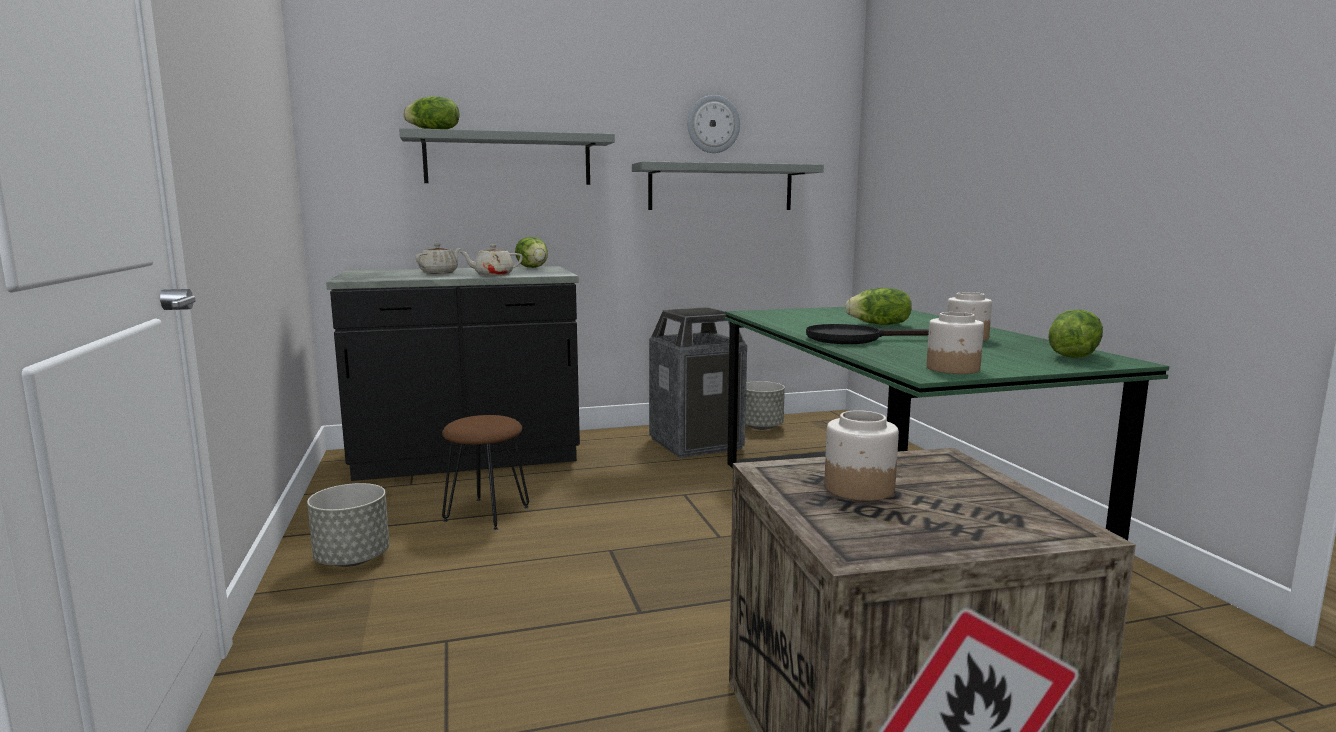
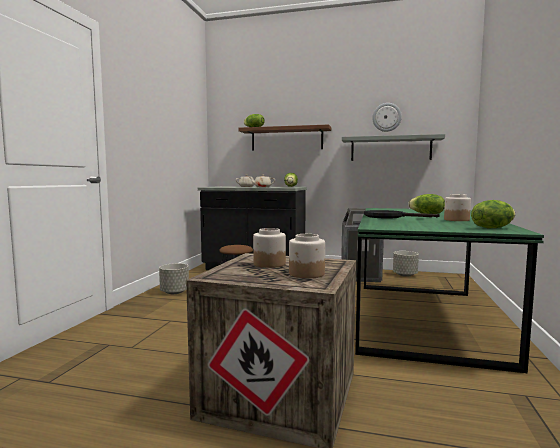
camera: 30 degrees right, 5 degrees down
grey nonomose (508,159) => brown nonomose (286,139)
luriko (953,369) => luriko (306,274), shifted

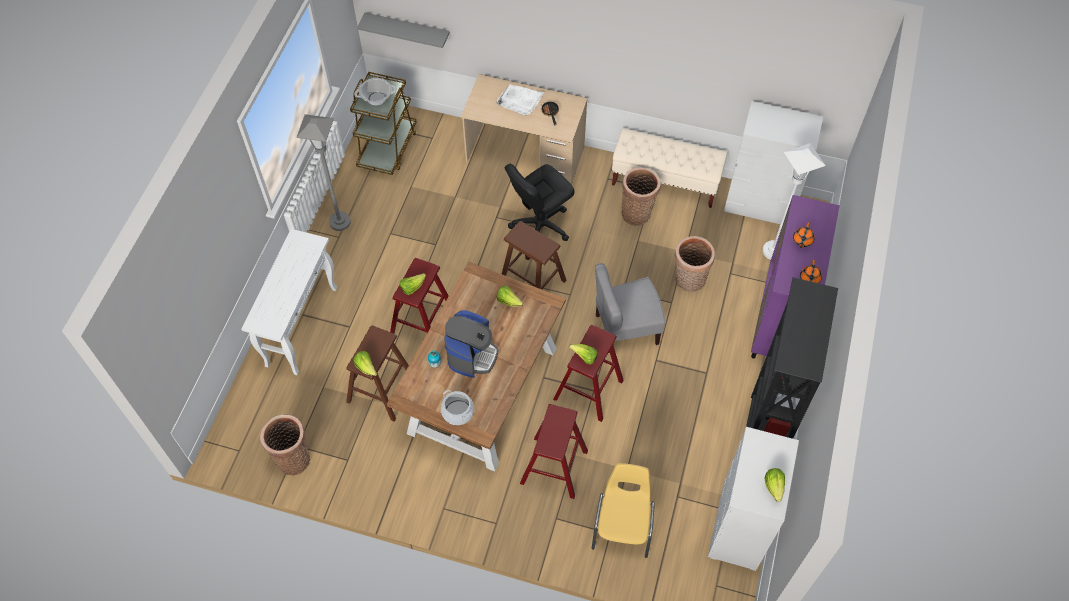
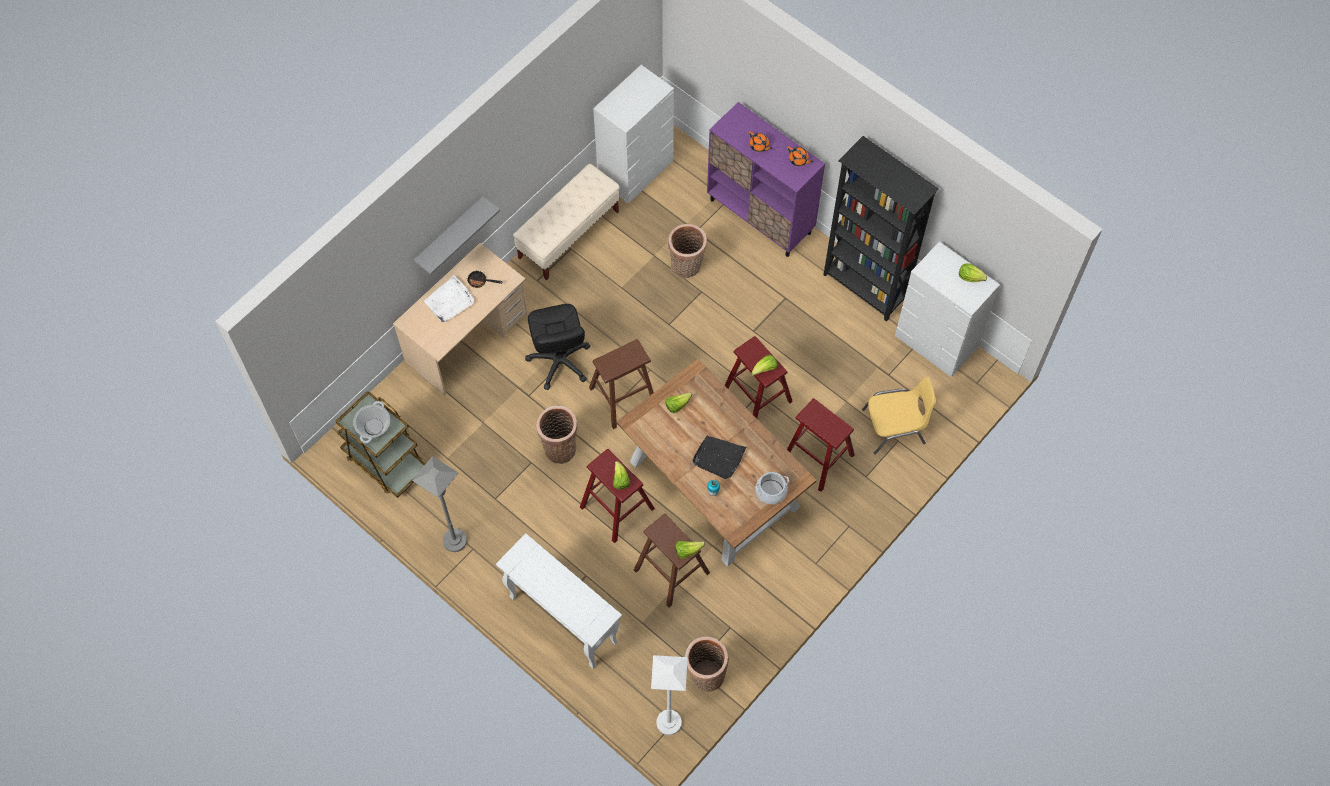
camera: 65 degrees left, 5 degrees up
grey nonomose (408,30) => grey nonomose (450,234), shifted
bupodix (637,212) => bupodix (559,447), shifted
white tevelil (773,251) => white tevelil (669,722), shifted
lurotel (472,355) => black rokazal (718,458)
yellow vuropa (623,524) => yellow vuropa (895,427), 135 degrees clockwise
grey vuropa (626,328) => nothing

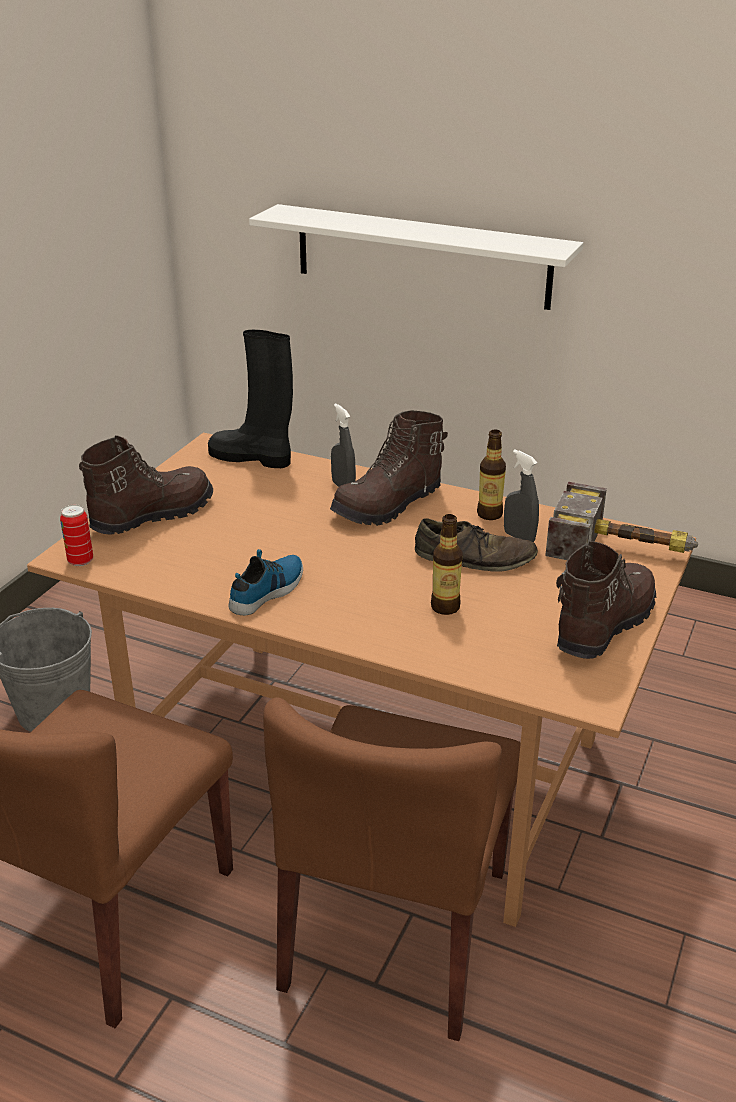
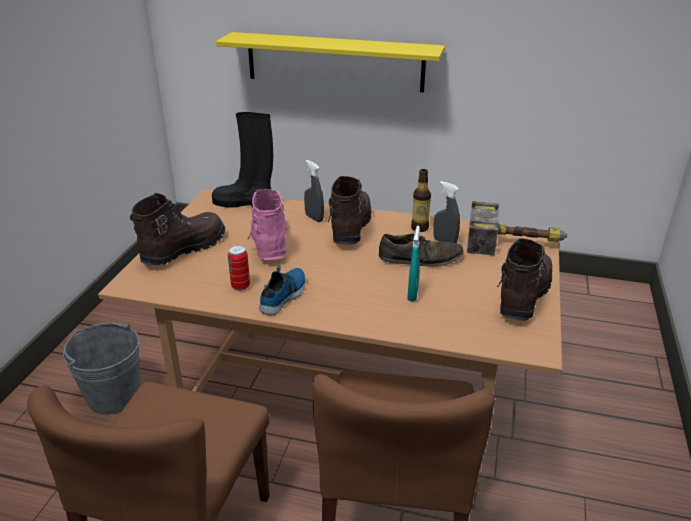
camera: 10 degrees left, 0 degrees up
white nonomose (421,256) => yellow nonomose (334,62)
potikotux (80,561) => potikotux (240,286), shifted
nothing => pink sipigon (269,242)
brown sipigon (389,505) => brown sipigon (350,228), 150 degrees clockwise
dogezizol (445,607) => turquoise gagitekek (412,294)

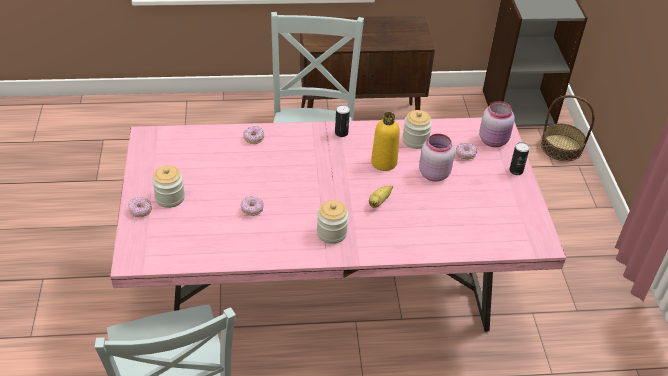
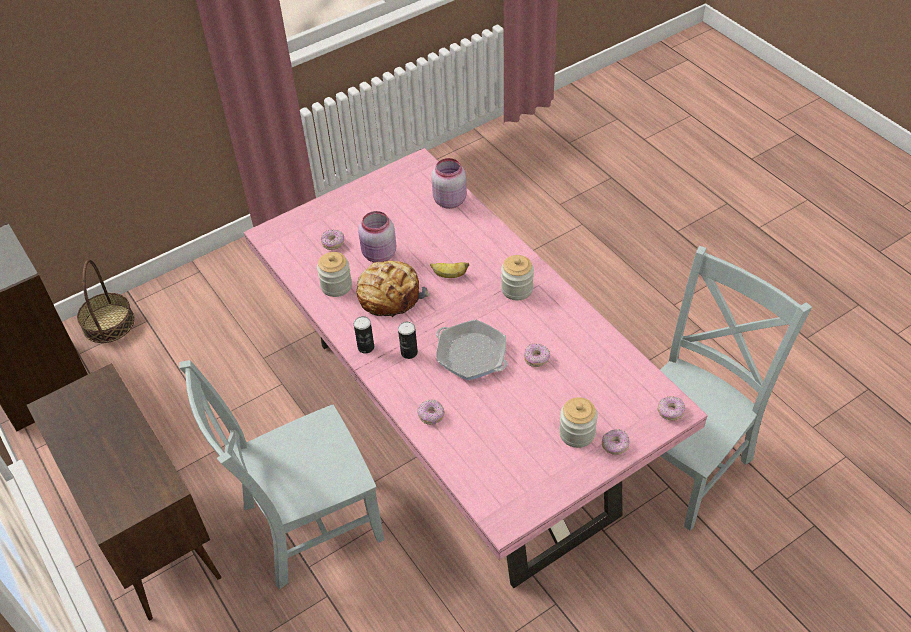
camera: 115 degrees left, 5 degrees up
yellow dogezizol (384,162) => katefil (389,295)
potikotux (516,170) => potikotux (409,352), shifted
pink luriko (494,140) => pink luriko (449,200), shifted
nothing => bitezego (471,355)
nothing => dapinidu (670,412)

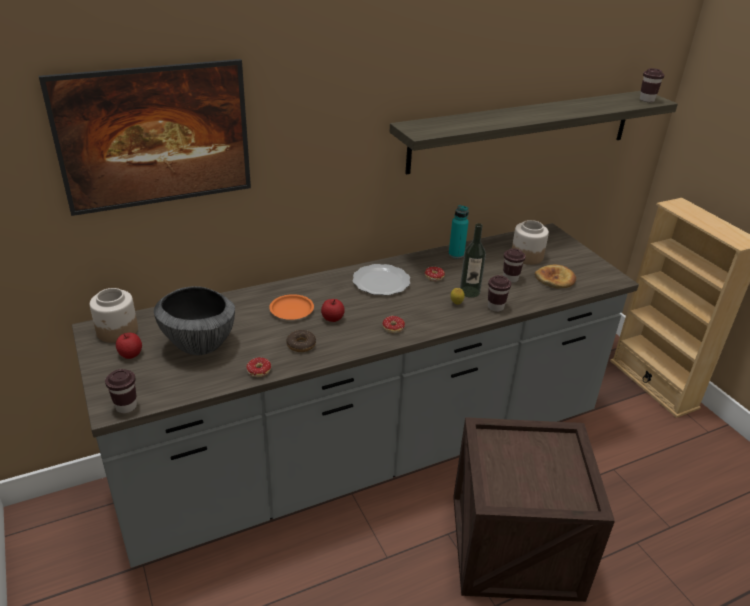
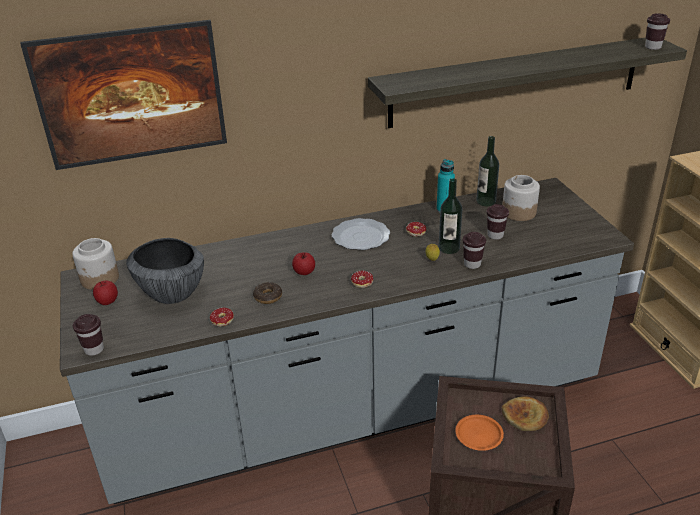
camera: 10 degrees right, 0 degrees up
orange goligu (291,310) => orange goligu (478,435), shifted
nothing => dogezizol (486,201)
katefil (555,279) => katefil (525,416), shifted

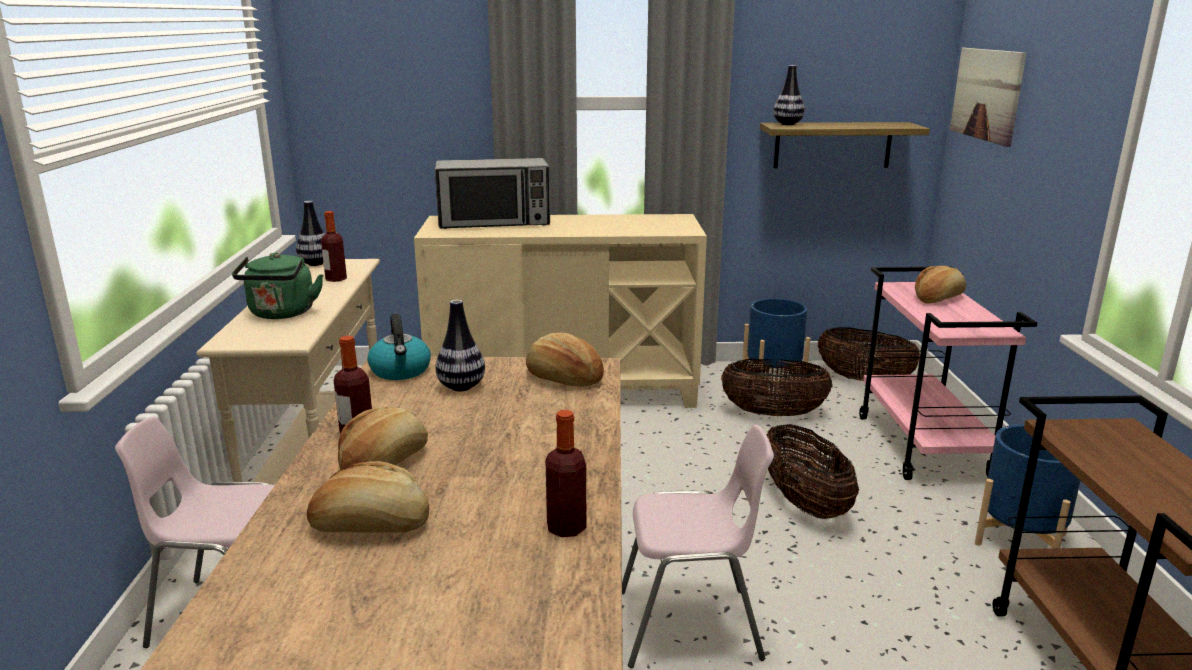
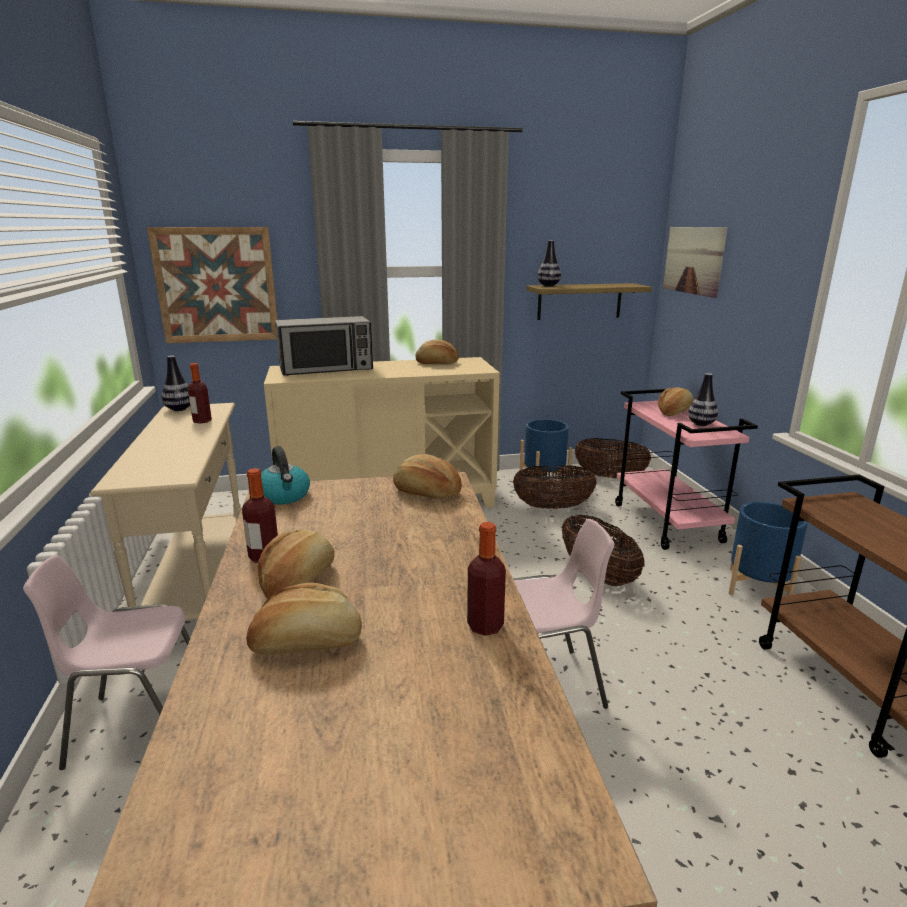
camera: 10 degrees left, 0 degrees up
nothing => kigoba (216,285)
nothing => katefil (437,363)
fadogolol (461,387) => fadogolol (701,424), shifted
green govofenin (281,314) => nothing

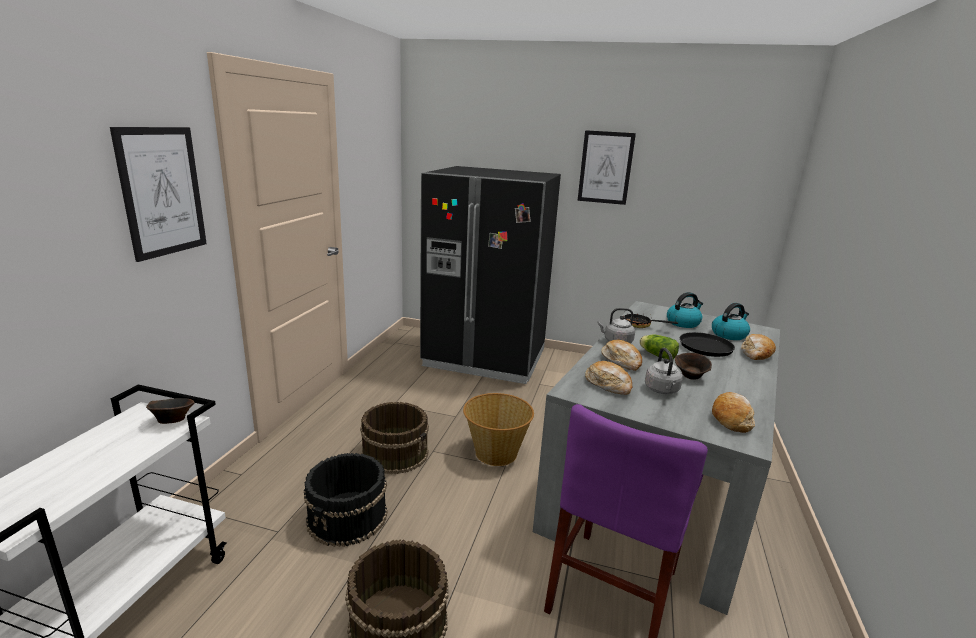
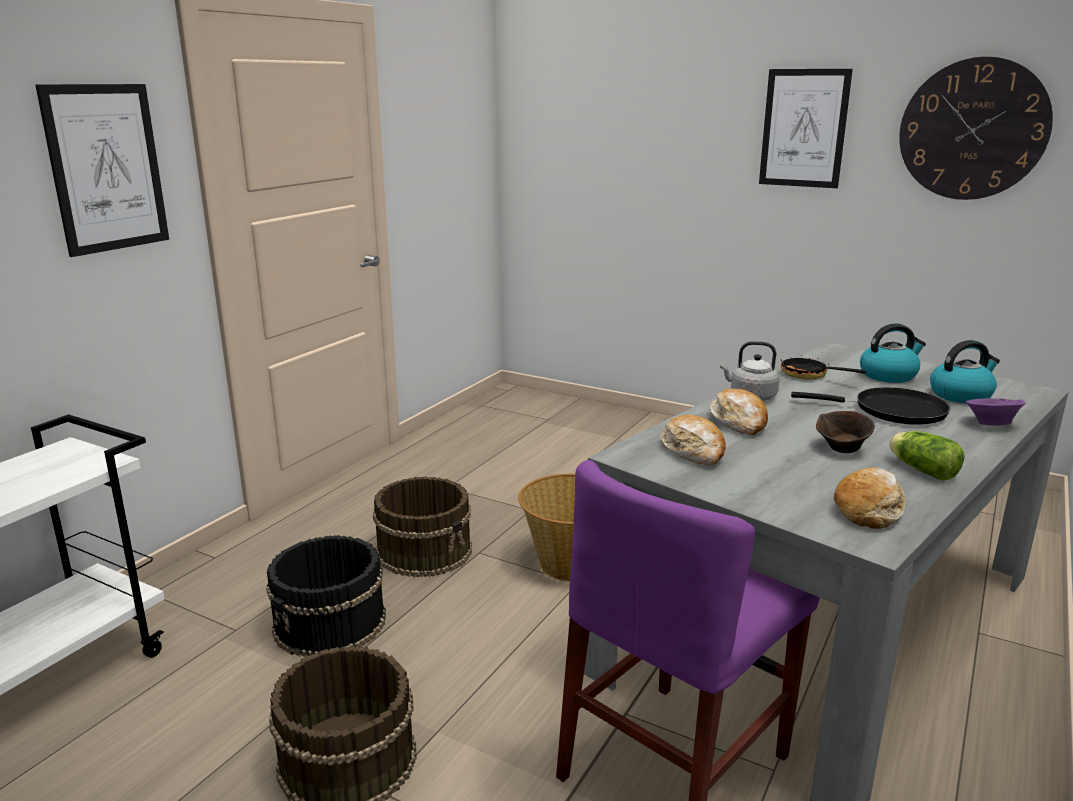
camera: 15 degrees right, 0 degrees up
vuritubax (656,355) => vuritubax (921,469), shifted
nothing => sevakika (973,129)
katefil (756,354) => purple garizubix (990,424)
brown garizubix (172,420) => nothing
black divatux (485,358) => nothing
grey govofenin (662,390) => nothing

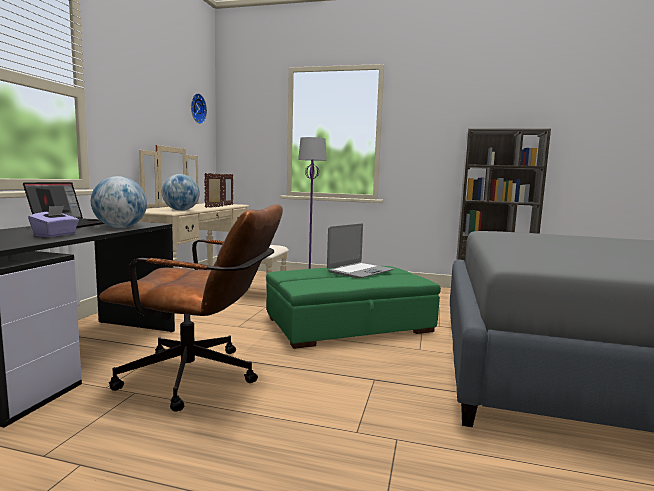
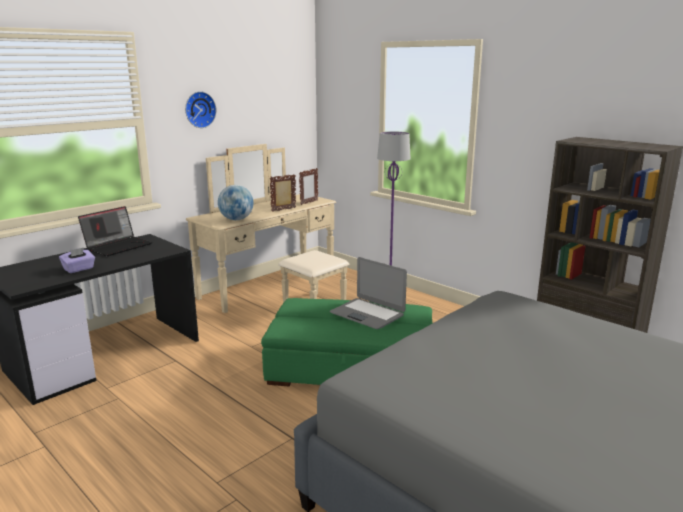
camera: 30 degrees right, 10 degrees up
sevakika (196,108) => sevakika (199,109), shifted
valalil (360,271) => valalil (367,314), 60 degrees clockwise
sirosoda (120,227) => nothing
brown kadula (201,378) => nothing

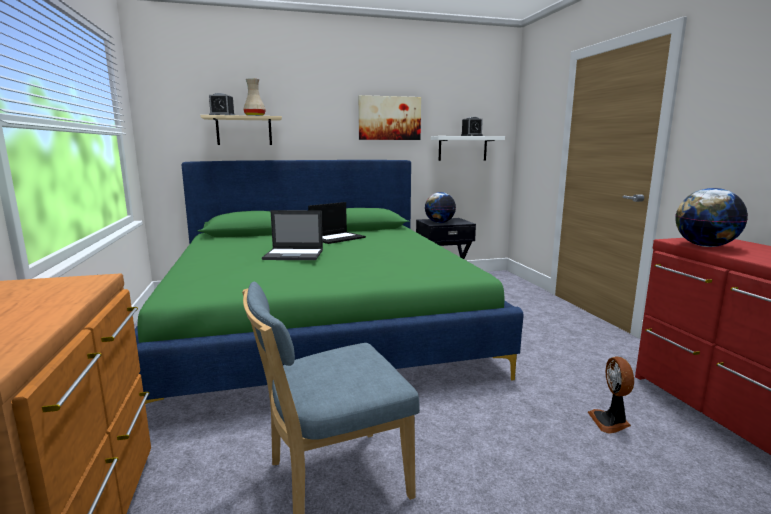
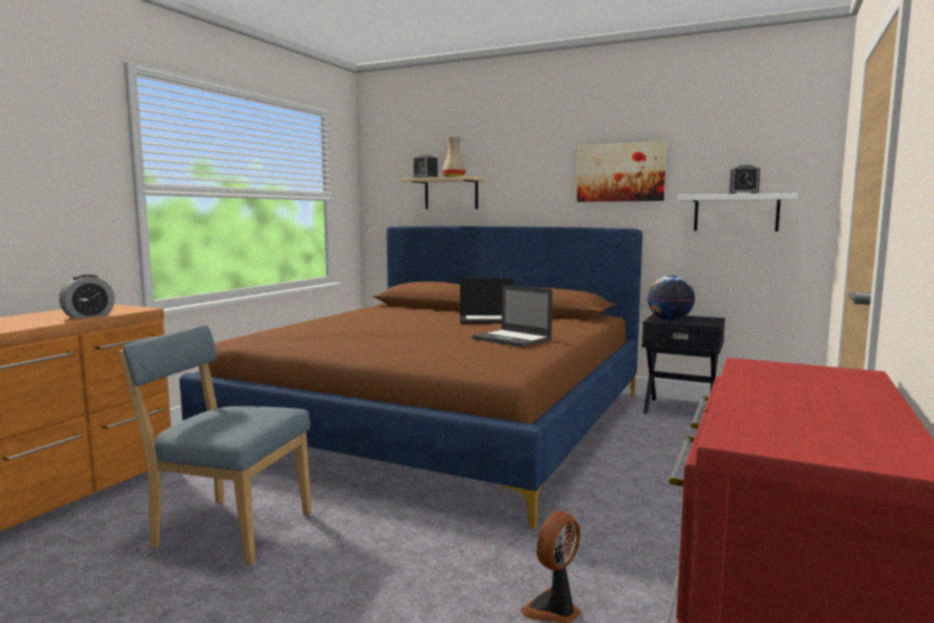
camera: 40 degrees right, 5 degrees down
nothing => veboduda (89,316)
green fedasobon (320,327) => brown fedasobon (441,420)
valalil (294,255) => valalil (513,339), shifted
sirosoda (704,246) => nothing

